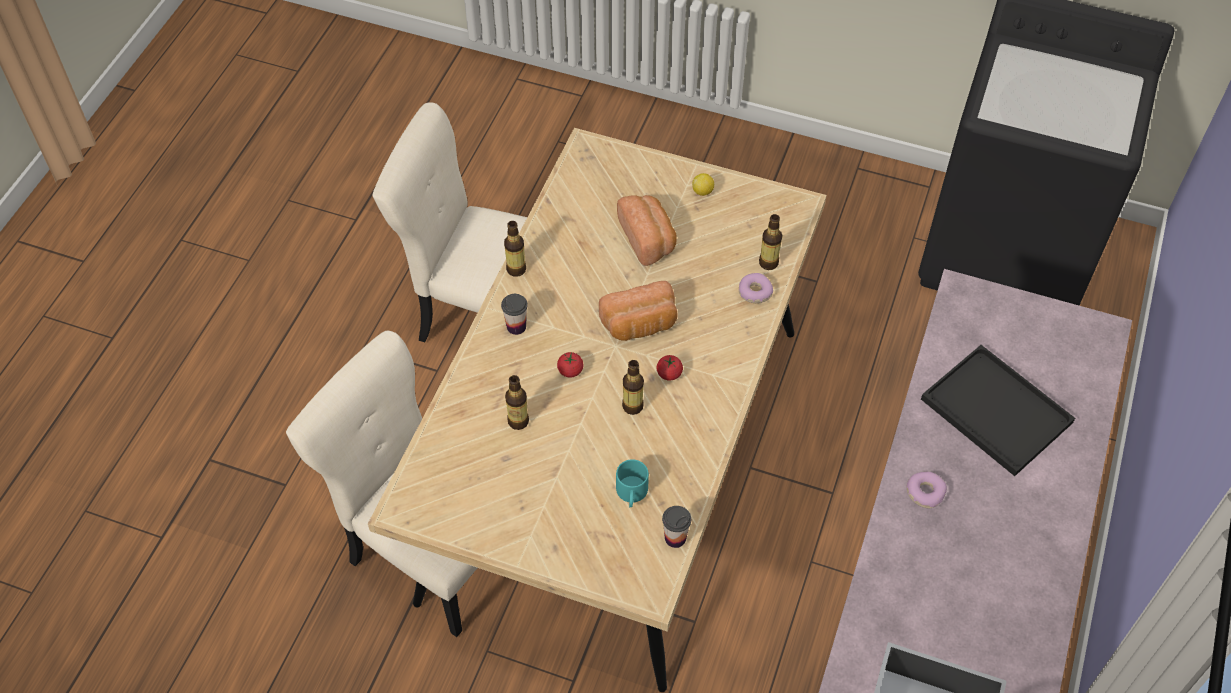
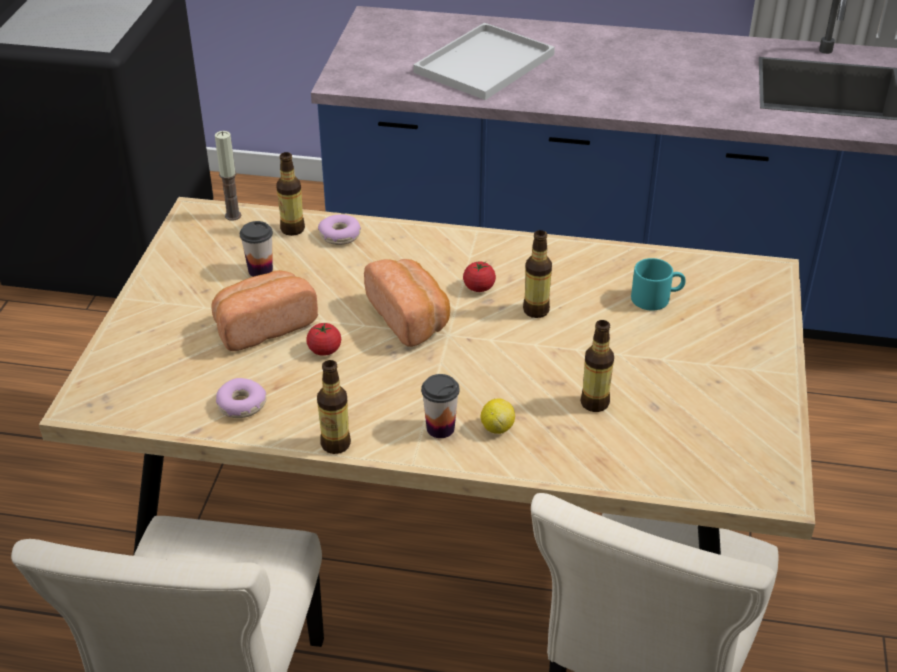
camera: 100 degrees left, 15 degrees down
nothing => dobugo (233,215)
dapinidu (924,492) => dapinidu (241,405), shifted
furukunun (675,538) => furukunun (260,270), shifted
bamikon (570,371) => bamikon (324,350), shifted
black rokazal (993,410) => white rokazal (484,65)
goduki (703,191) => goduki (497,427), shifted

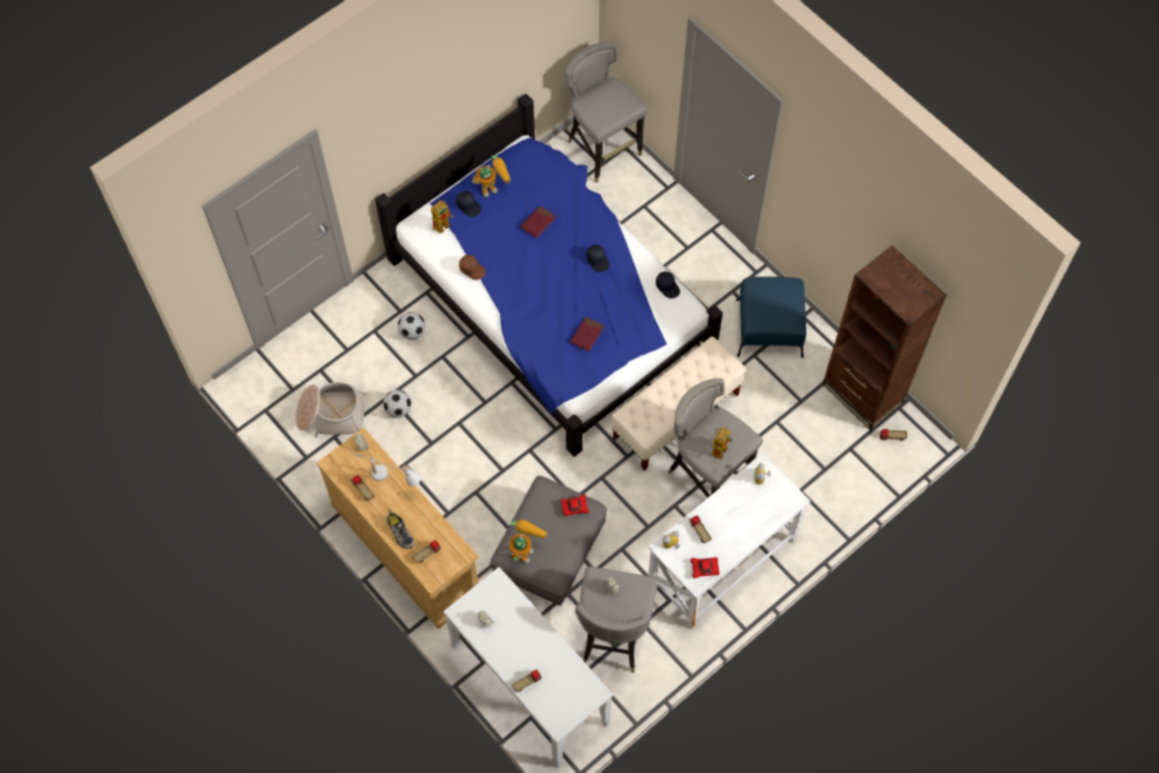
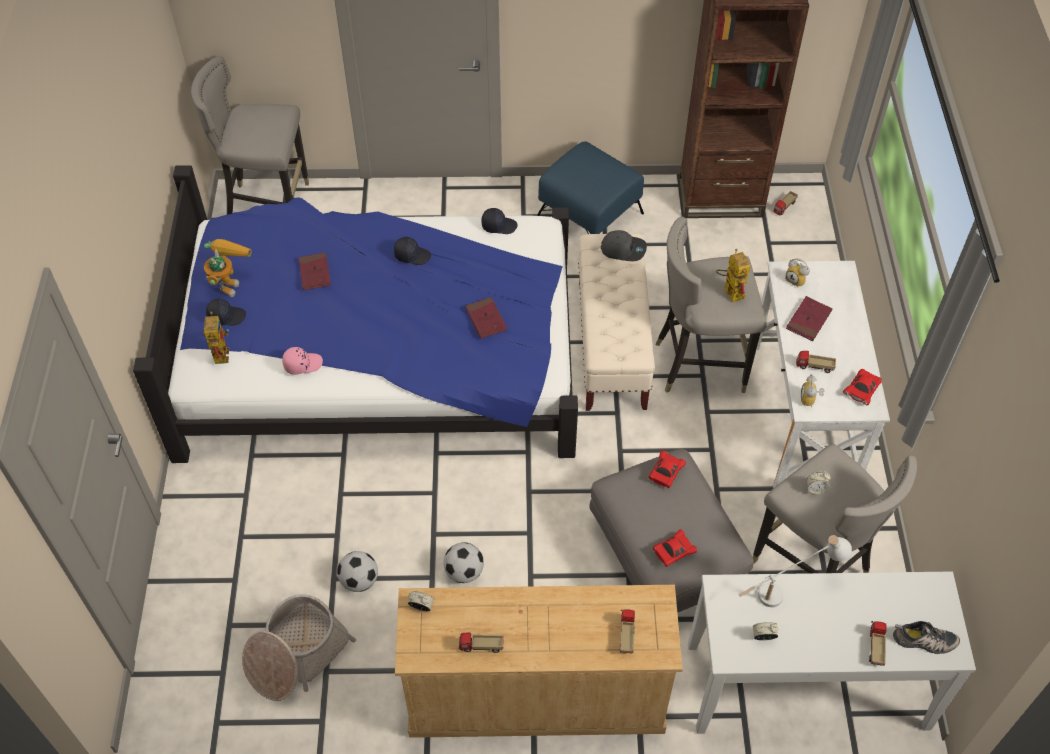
camera: 50 degrees left, 10 degrees down
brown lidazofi (472,269) => pink lidazofi (302,364)
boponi (412,332) => boponi (464,572), shifted
nothing => grey lidazofi (623,249)
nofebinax (525,548) => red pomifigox (673,552)
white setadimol (390,479) => white setadimol (787,590), shifted
nothing => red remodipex (808,320)
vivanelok (399,532) => vivanelok (924,641), shifted

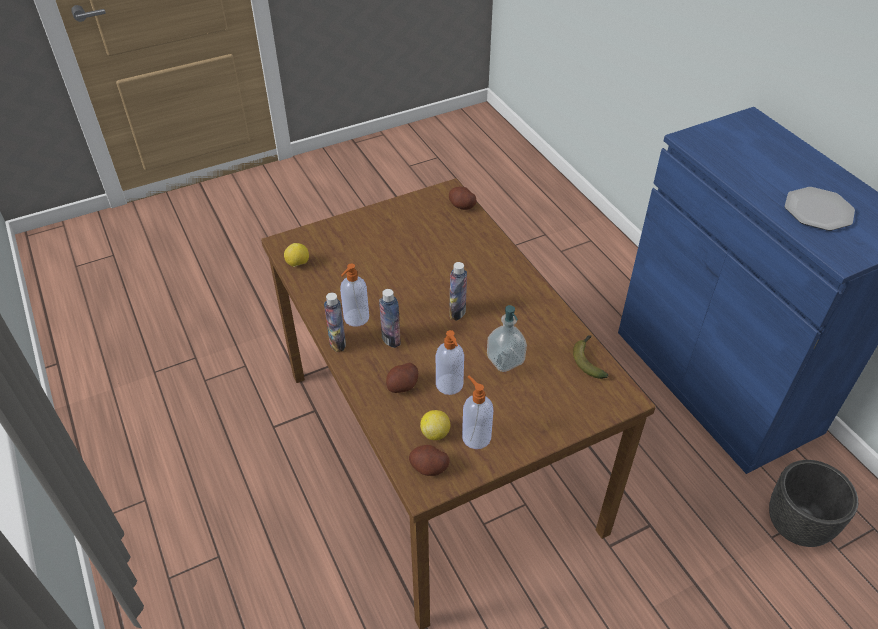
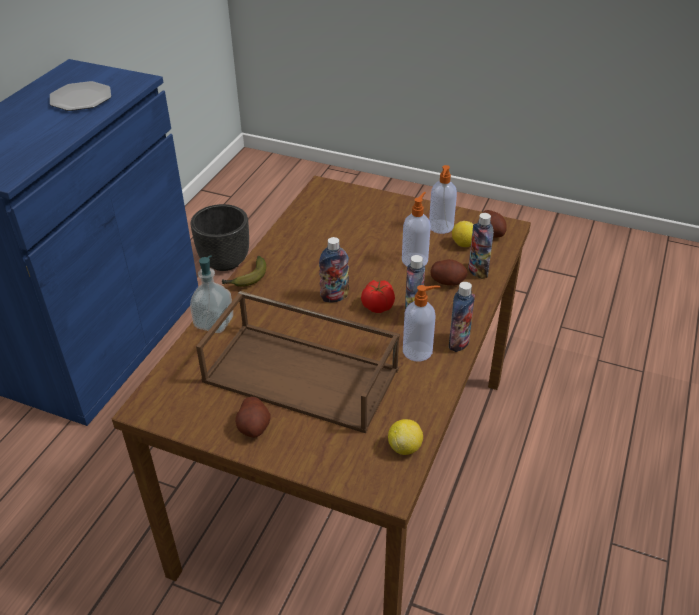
camera: 130 degrees left, 5 degrees down
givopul (505,360) => givopul (214,322), shifted
nothing => brown rokazal (303,375)
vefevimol (588,360) => vefevimol (246,278), shifted
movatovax (462,206) => movatovax (254,427), shifted
nothing => bamikon (377,306)
nothing => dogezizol (477,271)

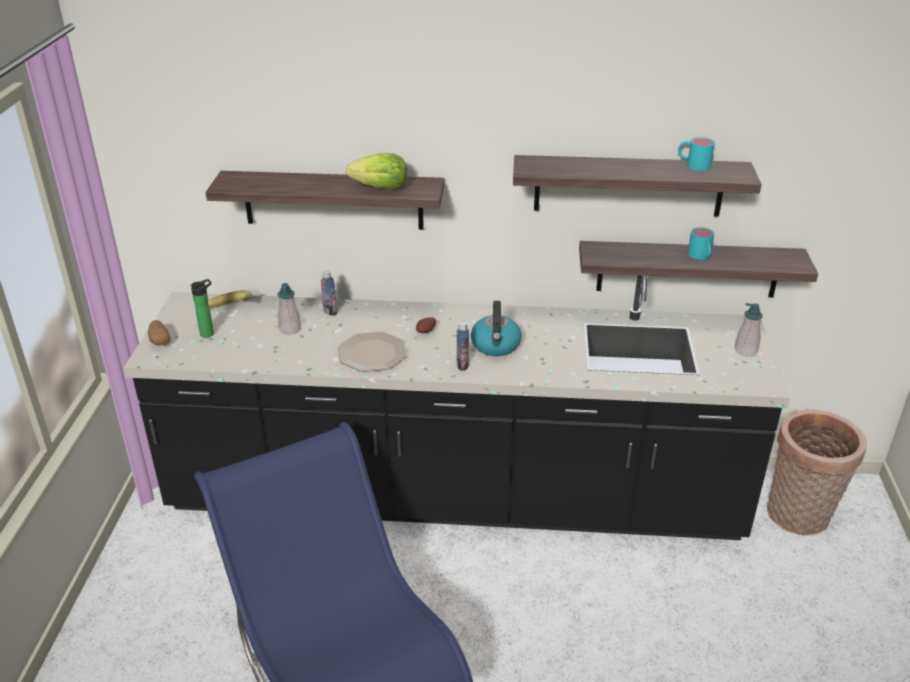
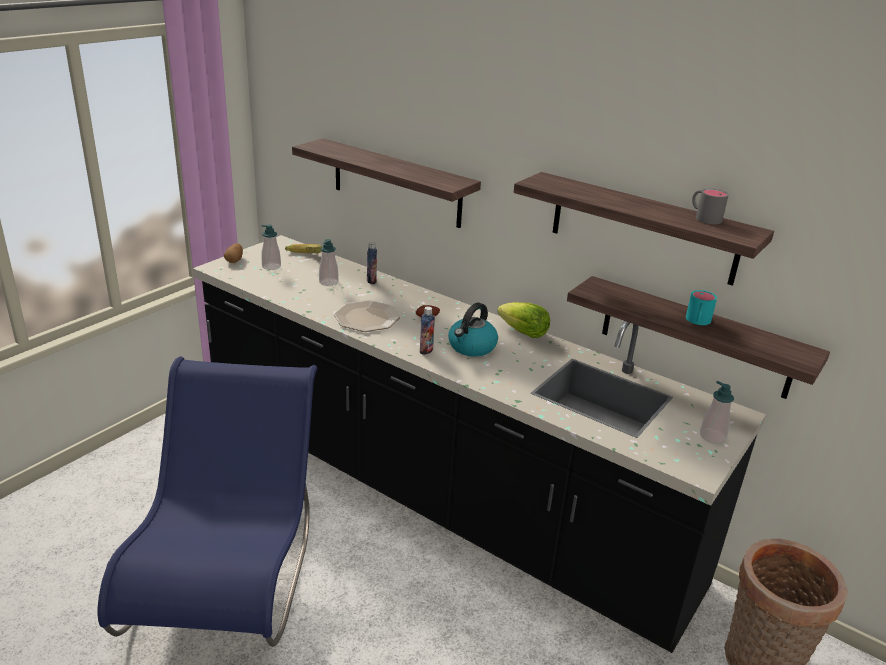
camera: 30 degrees right, 5 degrees down
dogezizol (209,333) => givopul (271,266)
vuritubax (381,188) => vuritubax (523,333), shifted
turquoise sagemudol (693,164) => grey sagemudol (704,217)

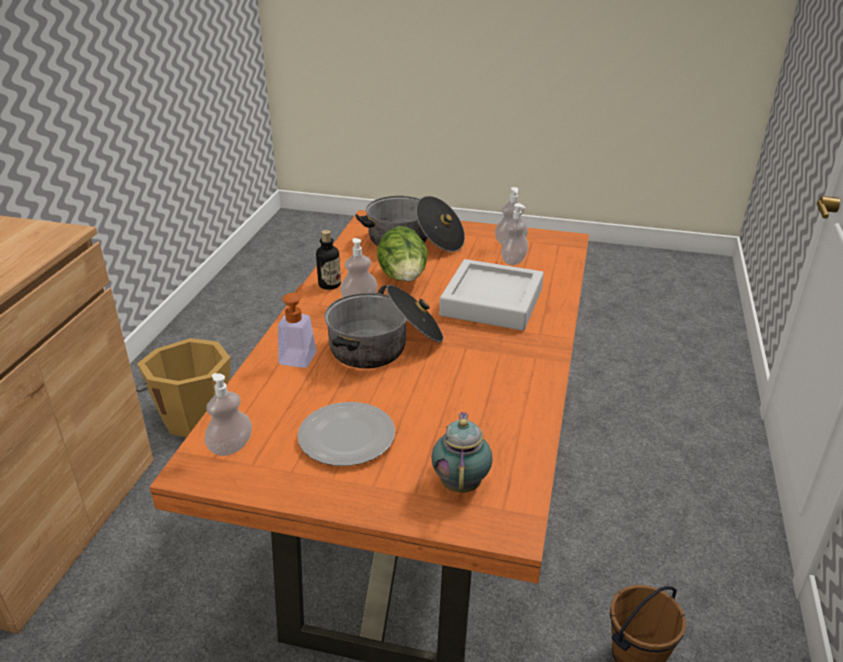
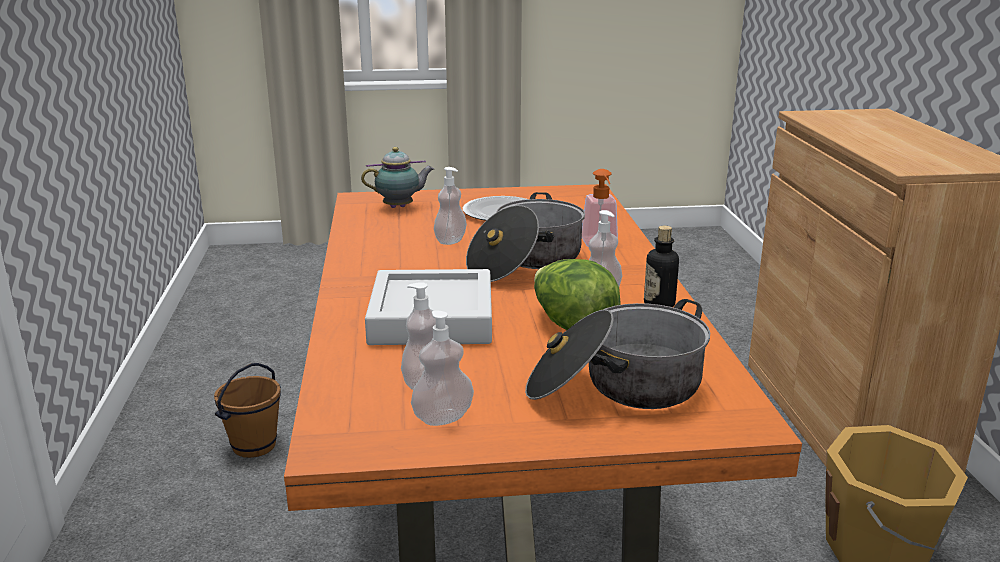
camera: 160 degrees right, 10 degrees down
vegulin (461,483) => vegulin (400,207), 90 degrees counterclockwise
givopul (231,447) => givopul (450,241), shifted

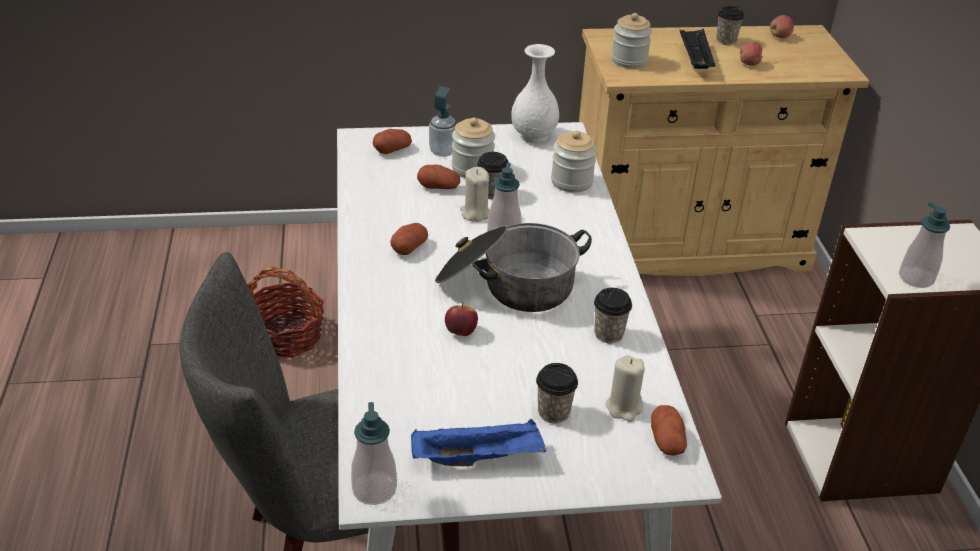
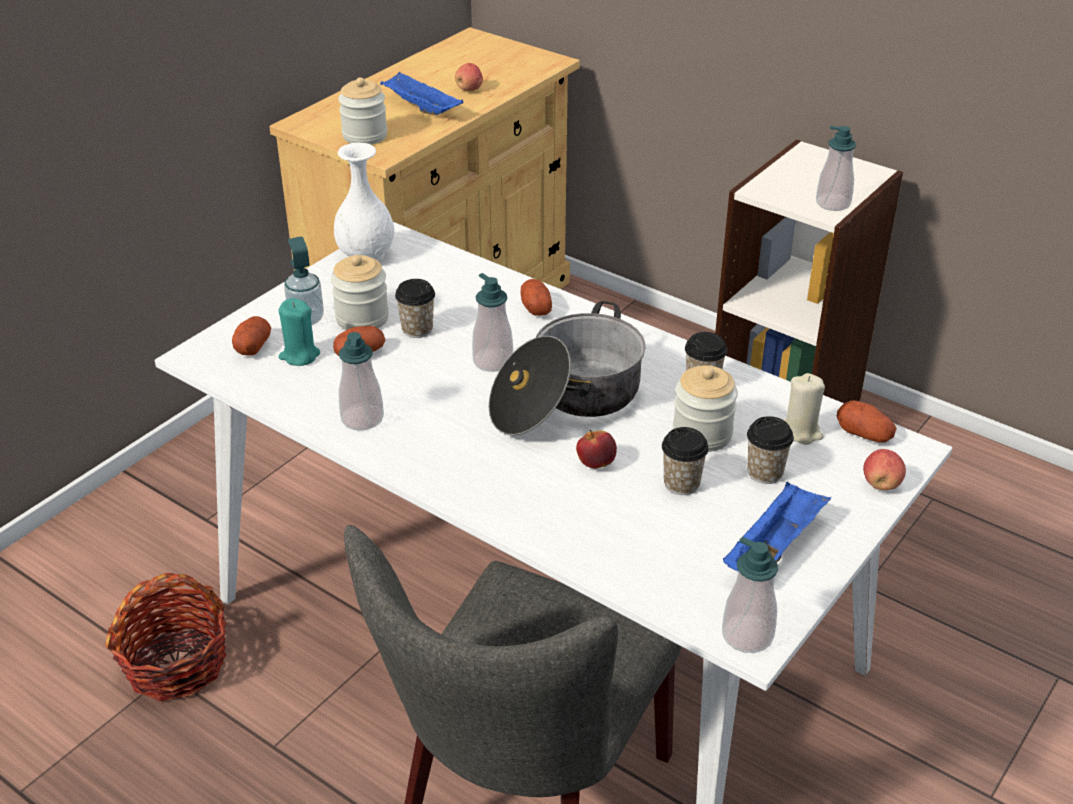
camera: 45 degrees left, 0 degrees up
nothing => turquoise dobugo (299,355)
nothing => givopul (362,418)
black rokazal (694,60) => blue rokazal (420,108)
movatovax (409,247) => movatovax (535,308), shifted
furukunun (726,41) => furukunun (681,484), shifted
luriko (571,182) => luriko (702,434), shifted
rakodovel (780,36) => rakodovel (881,484), shifted
beige dobugo (475,213) => nothing

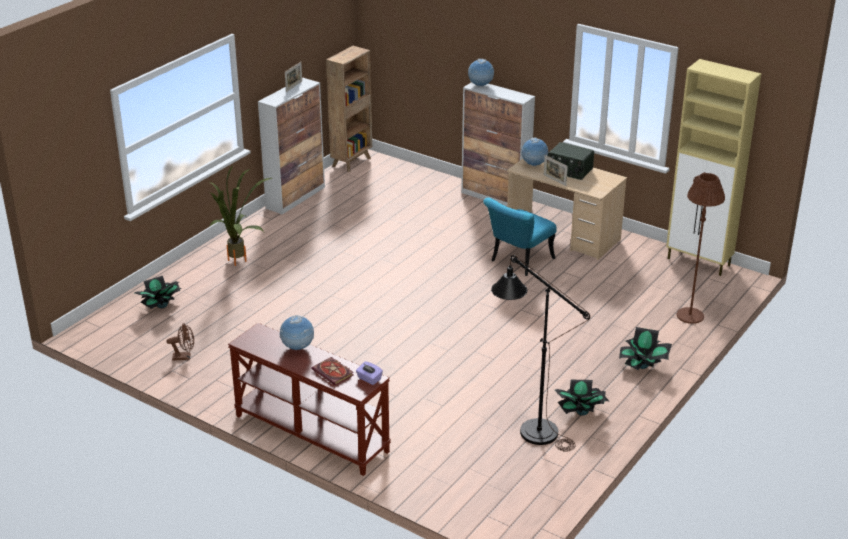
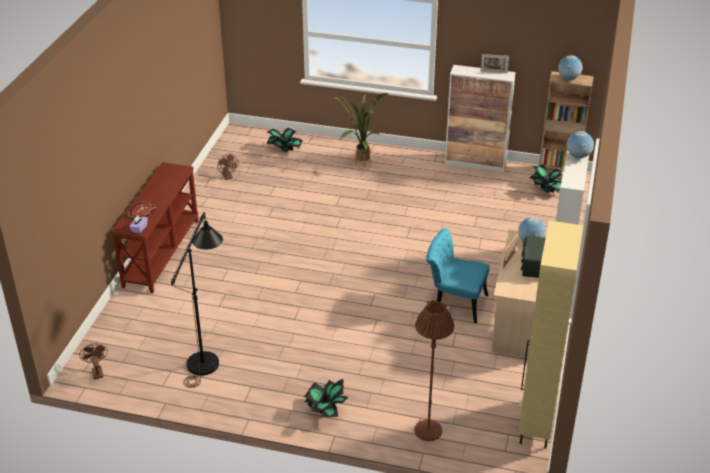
camera: 70 degrees right, 5 degrees up
nothing => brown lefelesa (97,371)
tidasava (581,412) => tidasava (546,190), shifted
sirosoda (297,348) => sirosoda (568,79), shifted

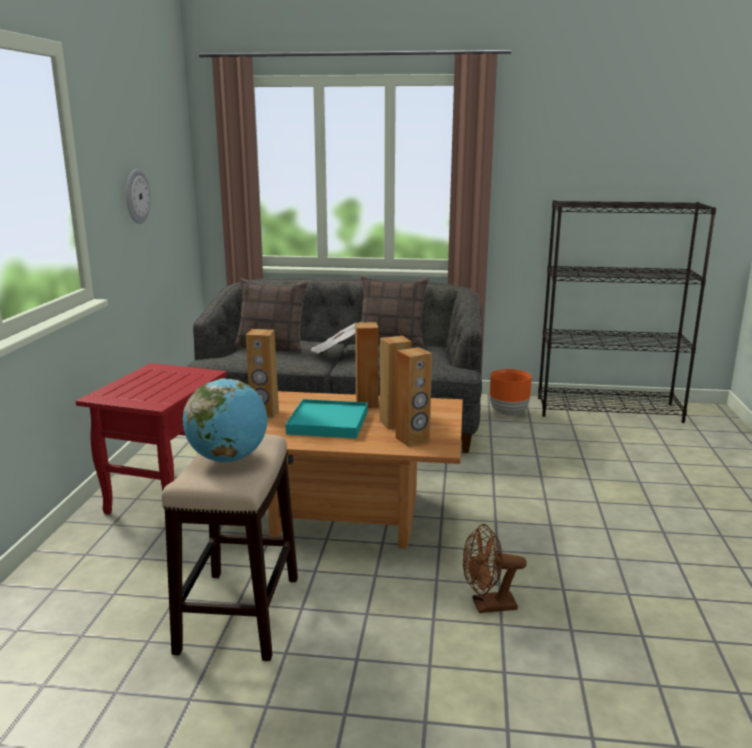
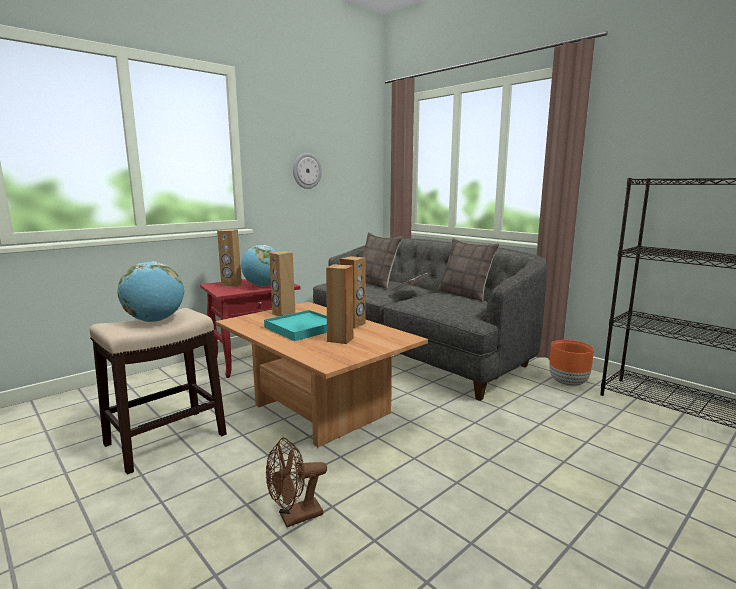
camera: 40 degrees right, 5 degrees down
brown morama (412,439) => brown morama (231,285), shifted
nothing => sirosoda (263,286)
brown lefelesa (487,606) => brown lefelesa (295,517), 60 degrees counterclockwise

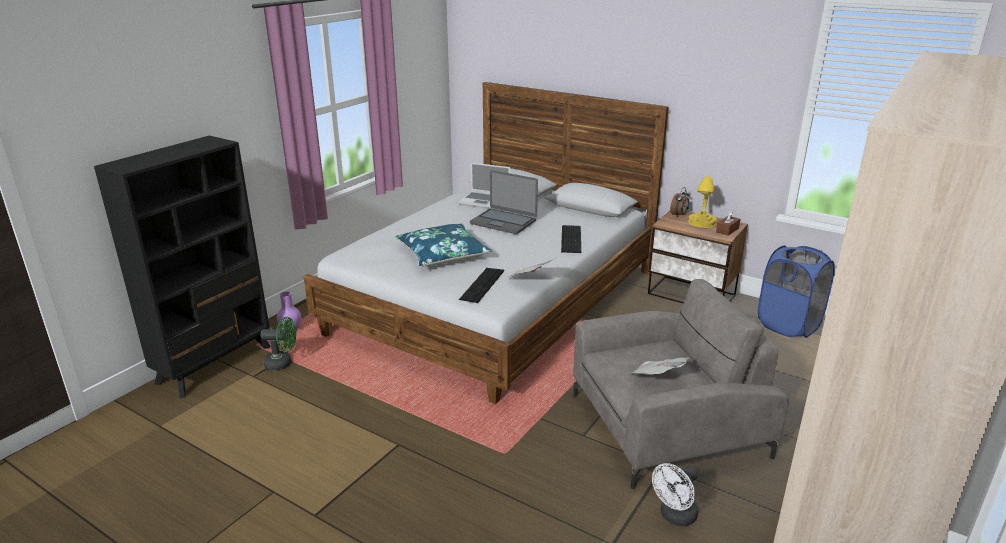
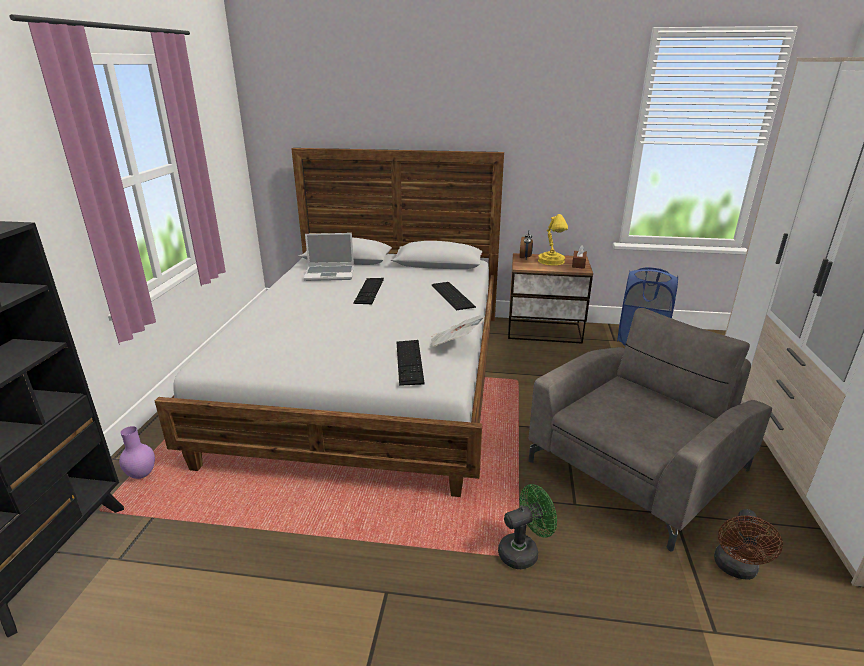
camera: 25 degrees left, 0 degrees up
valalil (503,222) => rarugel (369,290)
green lefelesa (283,363) => green lefelesa (523,551), shifted
white lefelesa (674,517) => brown lefelesa (736,569)
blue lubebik (443,254) => nothing
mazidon (658,378) => nothing

